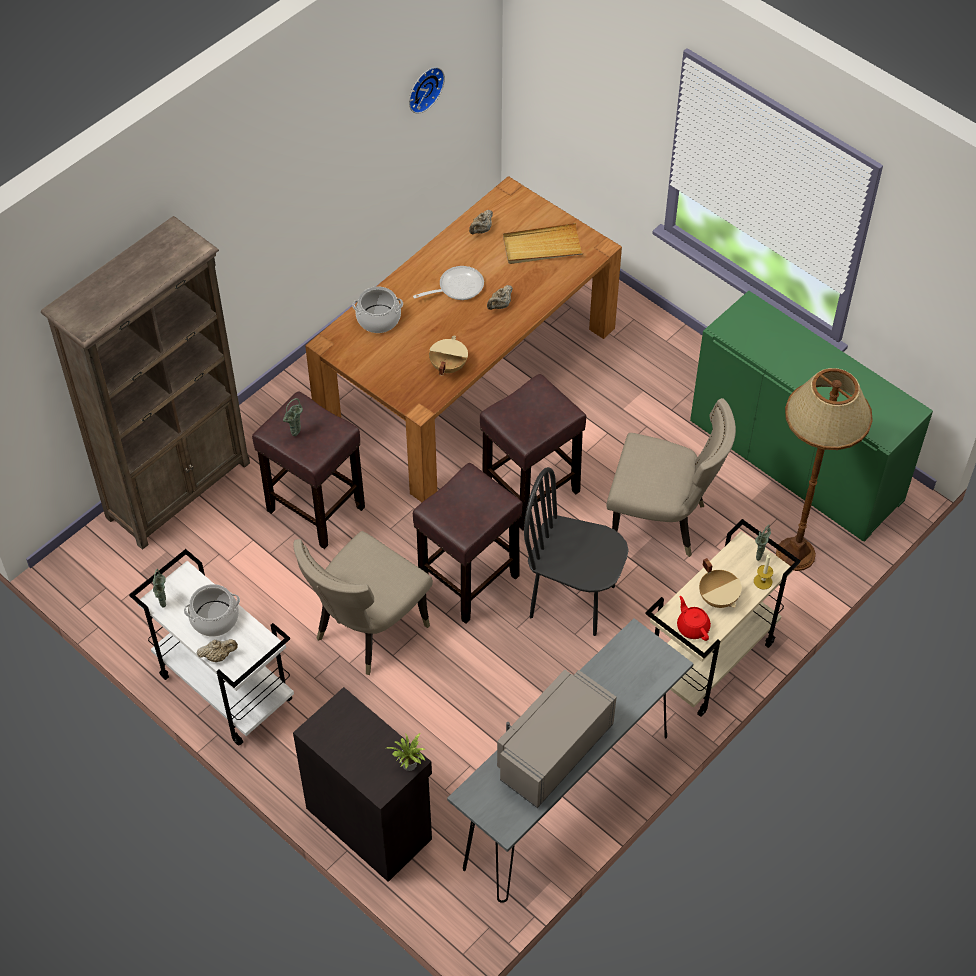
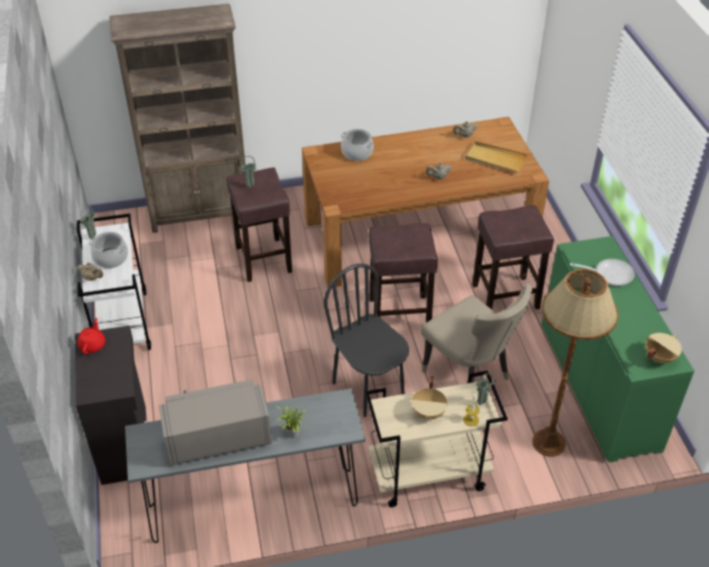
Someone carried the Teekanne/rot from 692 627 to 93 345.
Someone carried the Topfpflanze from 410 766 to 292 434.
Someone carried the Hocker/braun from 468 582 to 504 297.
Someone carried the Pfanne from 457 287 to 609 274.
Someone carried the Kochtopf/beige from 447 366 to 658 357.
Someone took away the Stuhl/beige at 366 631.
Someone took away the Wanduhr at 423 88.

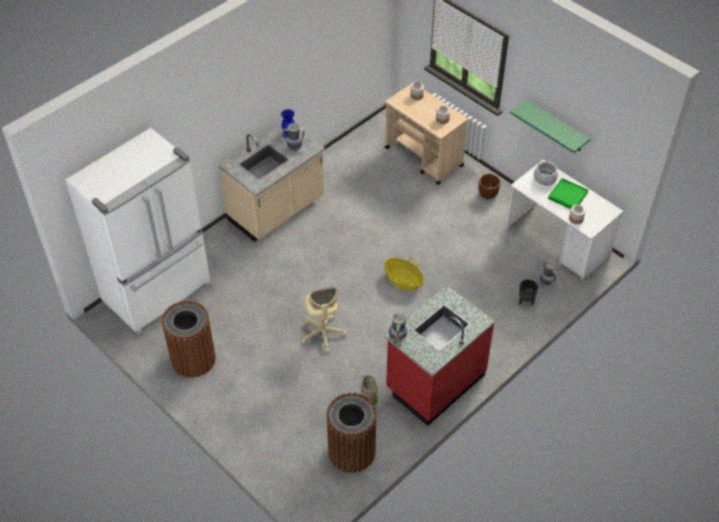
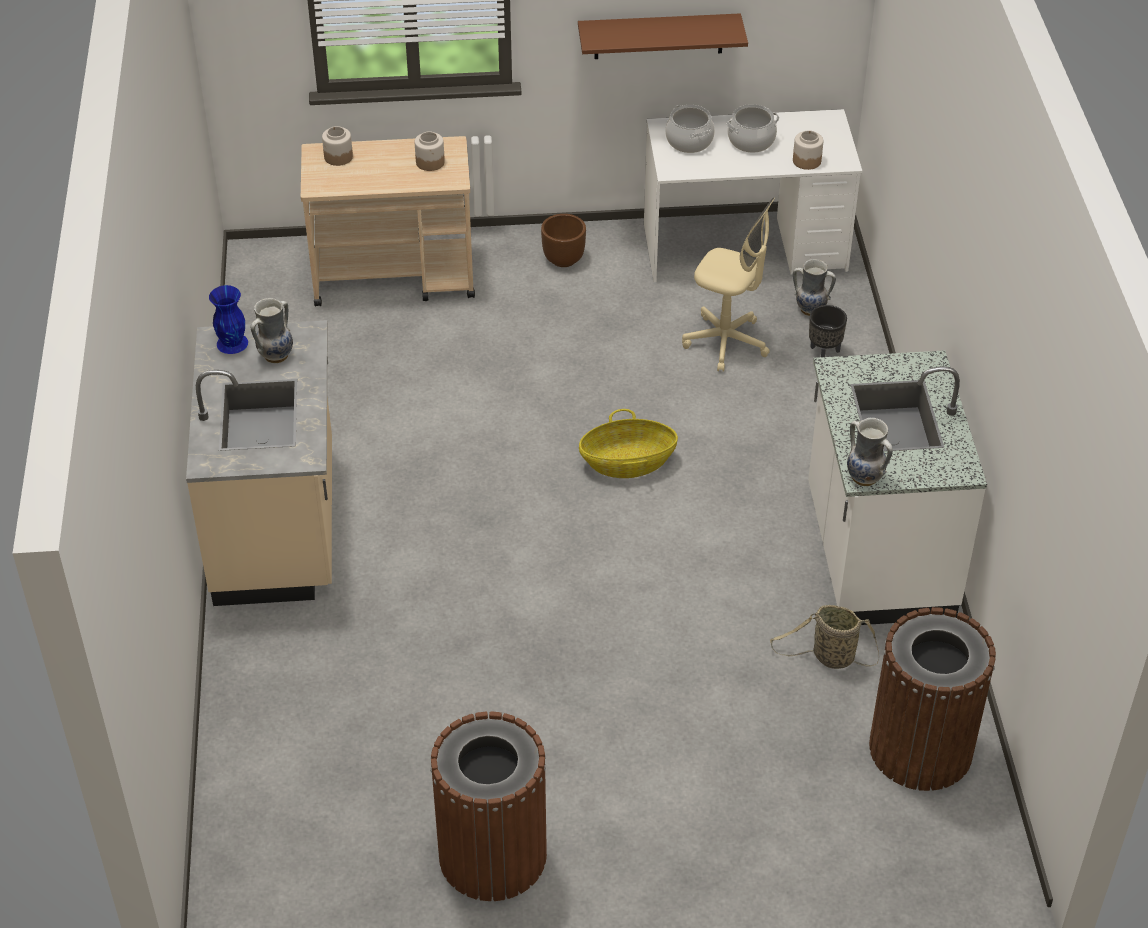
Someone repainted the Wandregal/grün at 556 126, which became the Wandregal/braun at 658 36.
Someone carried the Bürostuhl/beige from 323 334 to 726 342.
Someone swapped the Tablett/grün at 568 195 for the Kochtopf at 751 140.
Someone repainted the Küchenzeile/rot at 434 382, which became the Küchenzeile/weiß at 876 555.
Someone took away the Kühlschrank/weiß at 159 295.

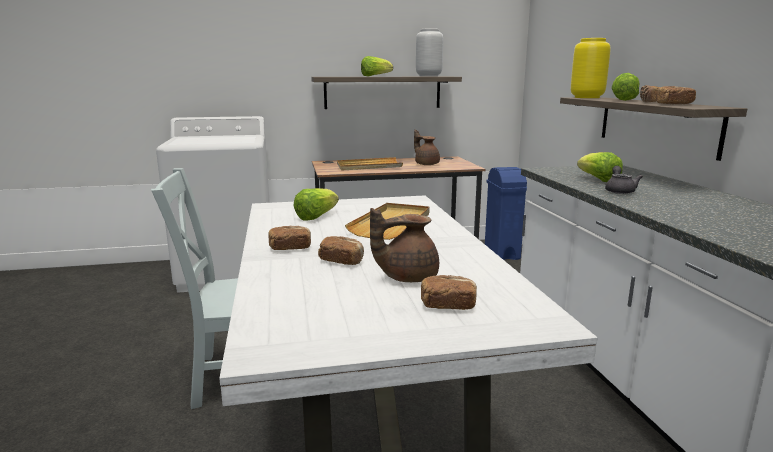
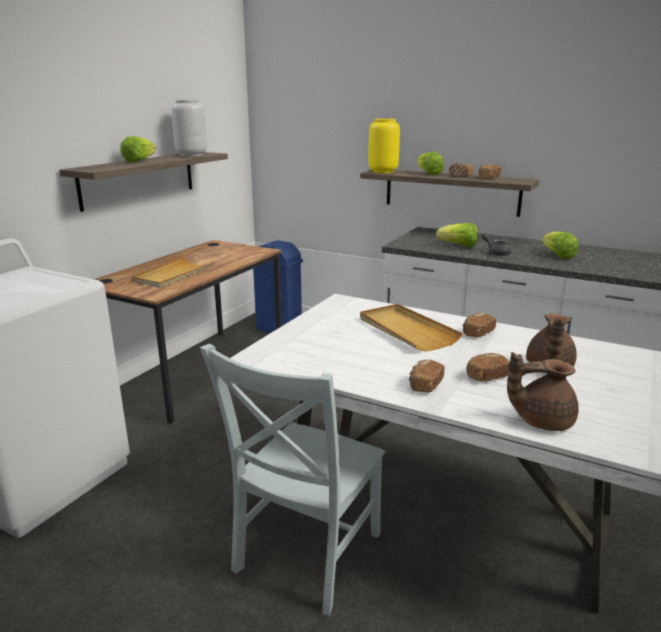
Someone carried the Brot from 448 305 to 477 333.
Someone carried the Teekanne/braun from 426 164 to 541 420.
Someone carried the Salatkopf from 316 217 to 557 256.

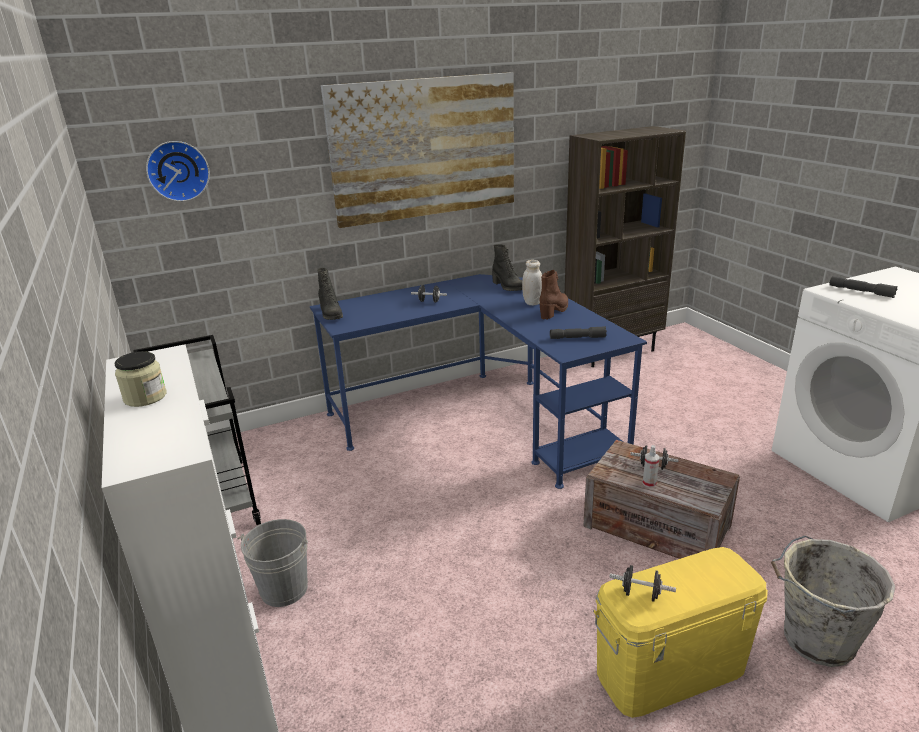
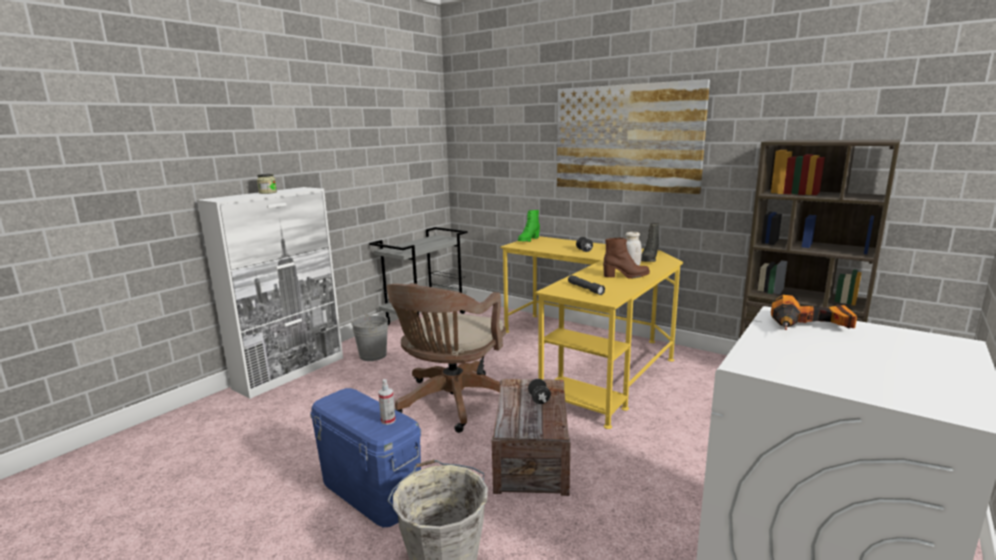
Someone repainted the Aufbewahrungsbox/gelb at 670 671, which became the Aufbewahrungsbox/blau at 370 491.
Someone carried the Sprühflasche from 649 483 to 388 420.
Someone put down the Bürostuhl/braun at 451 404.
Someone repainted the Schreibtisch/blau at 480 418, which became the Schreibtisch/gelb at 591 356.
Someone repainted the Stiefel/schwarz at 330 314, which became the Stiefel/grün at 528 240.
Someone swapped the Taschenlampe/grau at 861 291 for the Bohrmaschine at 810 327.
Someone took away the Wanduhr at 178 171.
Someone took away the Hantel/schwarz at 641 594.

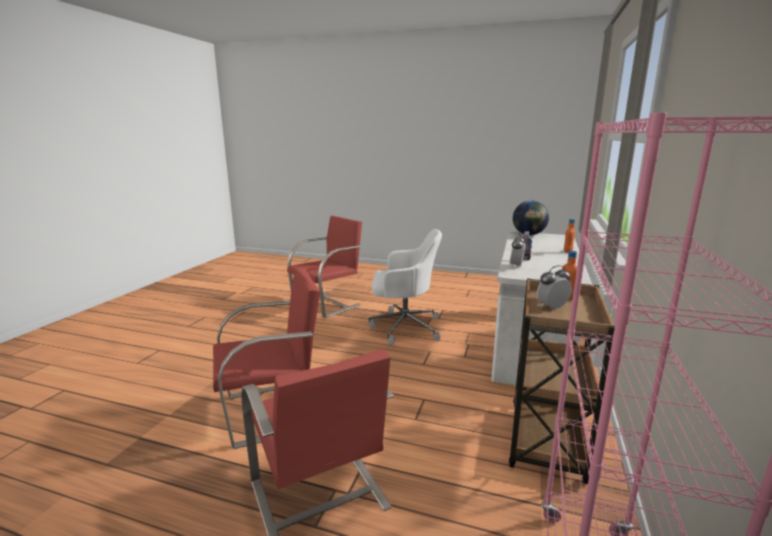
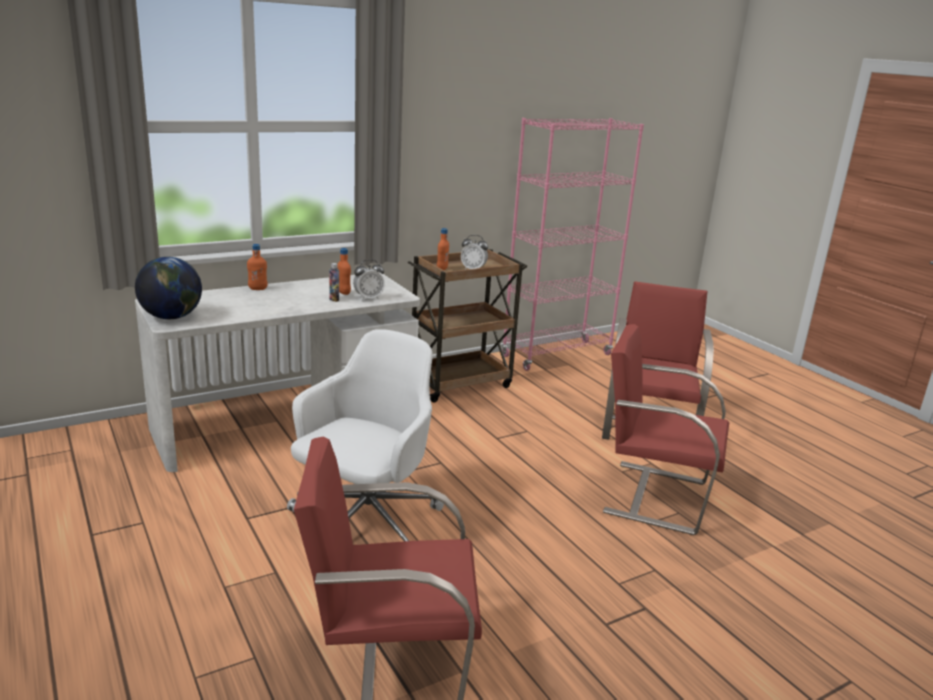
Someone rotated the Bürostuhl/weiß at 403 327 by 75 degrees clockwise.
Someone put down the Flasche/orange at 343 292.

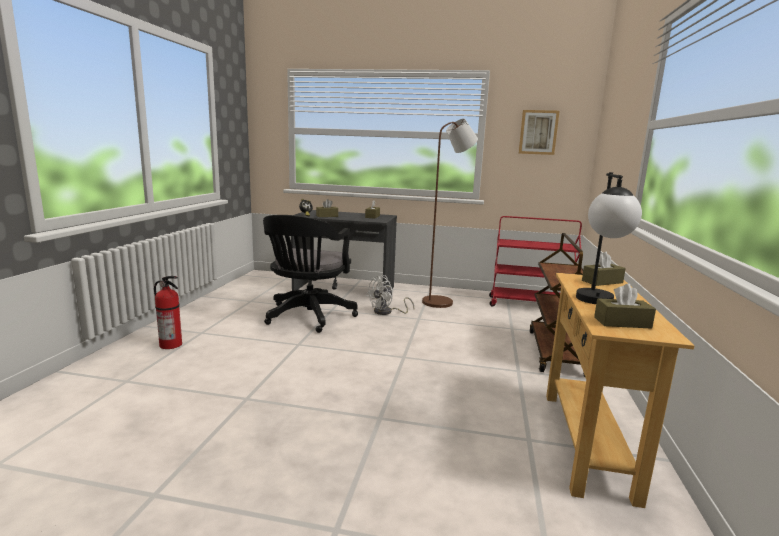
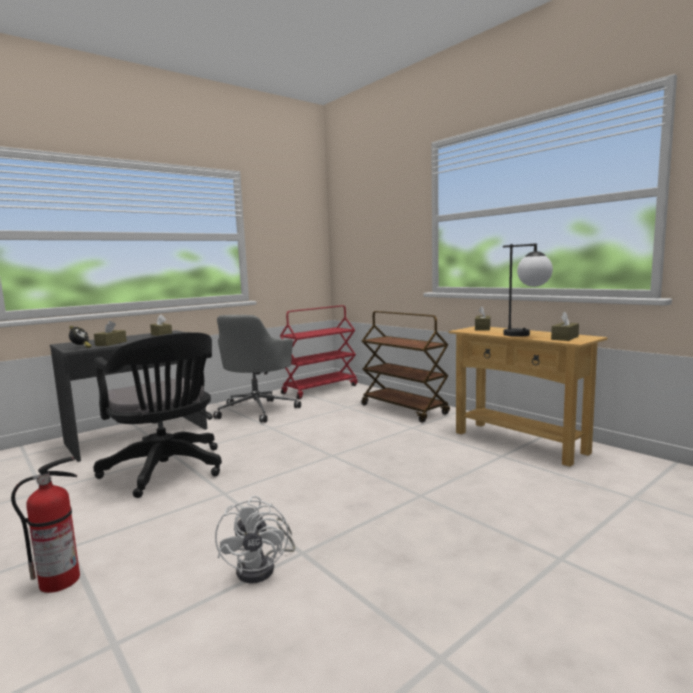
Someone swapped the Stehlampe/braun at 442 302 for the Bürostuhl/grau at 257 410.
Someone carried the Ventilator/weiß from 387 312 to 263 567.
Someone took away the Bild at 538 132.

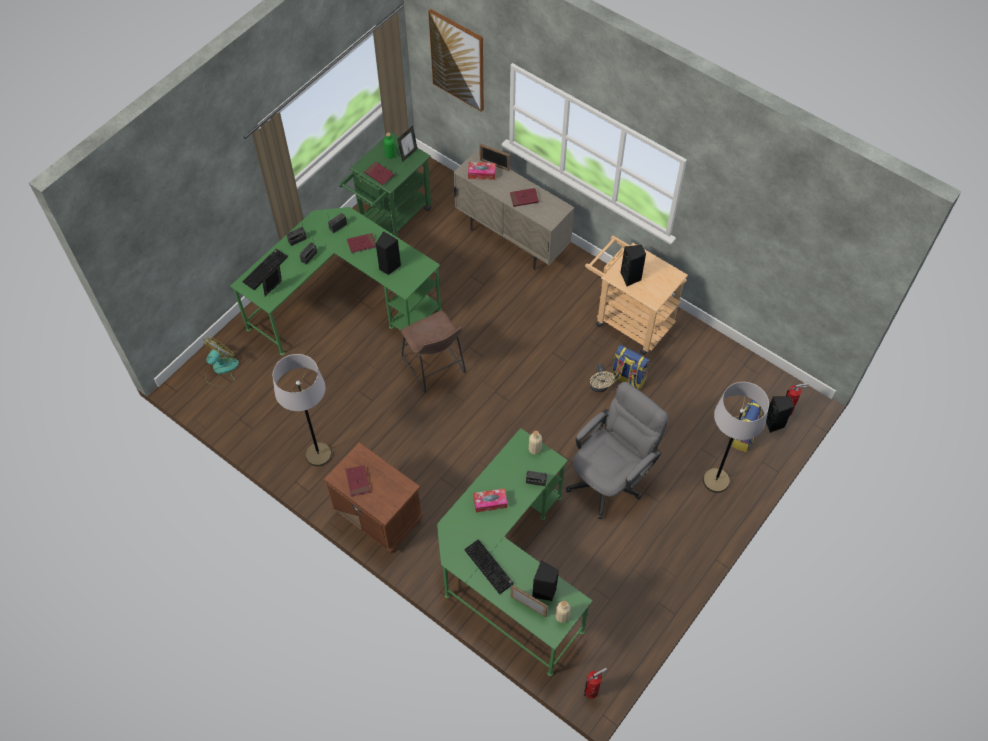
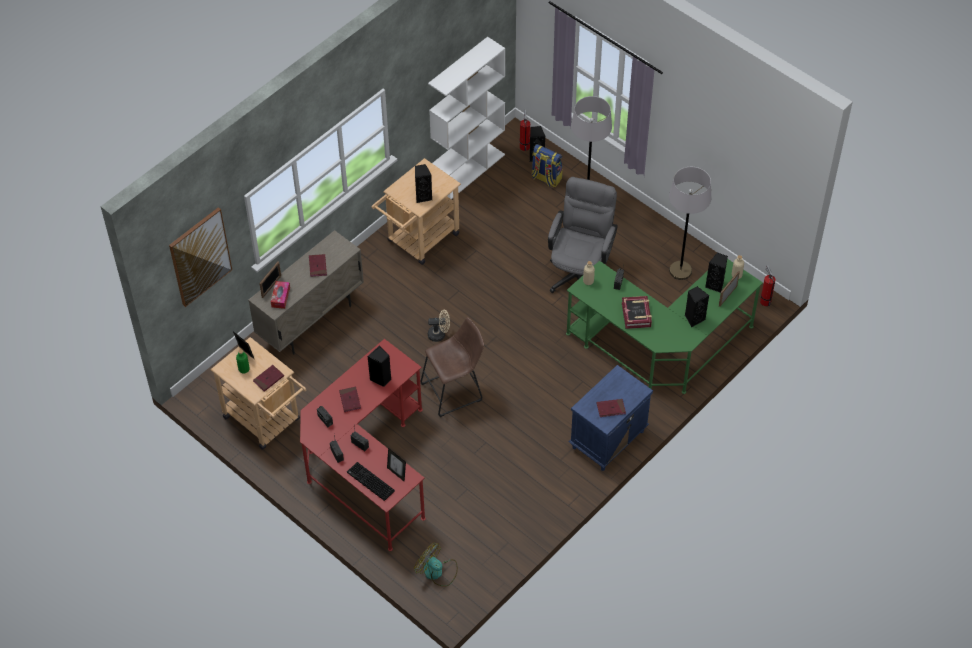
Someone repainted the Rollwagen/grün at 391 218, which became the Rollwagen/beige at 266 421.
Someone repainted the Schreibtisch/grün at 343 301, which became the Schreibtisch/rot at 366 465.
Someone put down the Bücherregal/weiß at 469 171.
Someone carried the Ventilator/beige from 599 387 to 439 334.
Someone rotated the Bürostuhl/grau at 610 478 by 60 degrees clockwise.
Someone repainted the Nachttisch/braun at 378 516, which became the Nachttisch/blau at 608 440.
Someone swapped the Taschentuchbox at 490 502 for the Buch at 636 315.
Someone carried the Stehlampe/grau from 318 454 to 680 271.
Someone swapped the Tastatur at 490 566 for the Lautsprecher/schwarz at 694 318.
Someone took away the Rucksack at 627 379.

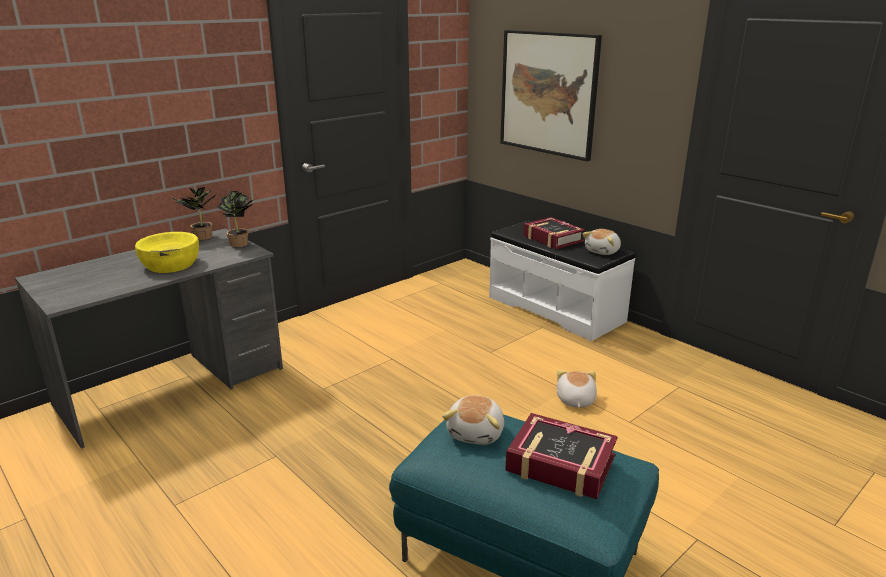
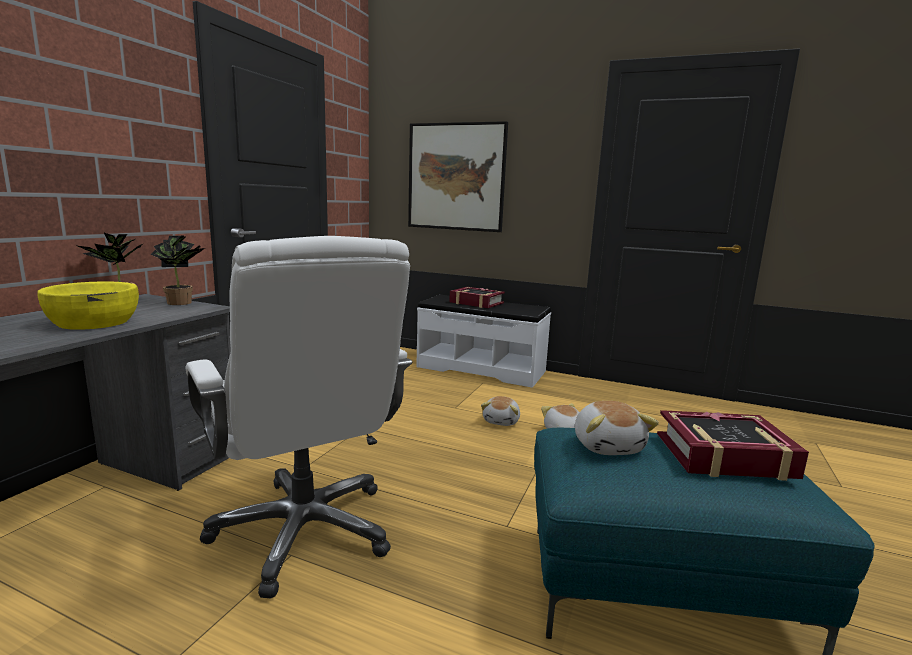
Someone put down the Bürostuhl/weiß at 305 530.
Someone carried the Plüschtier from 603 251 to 502 421.

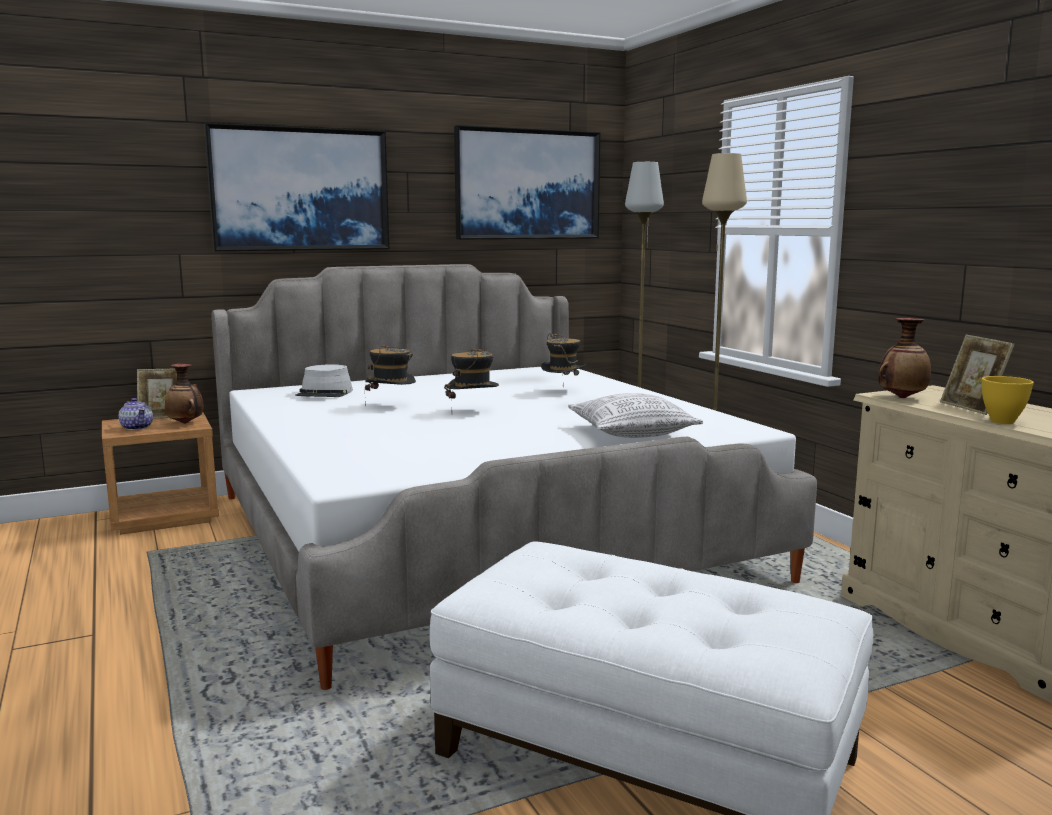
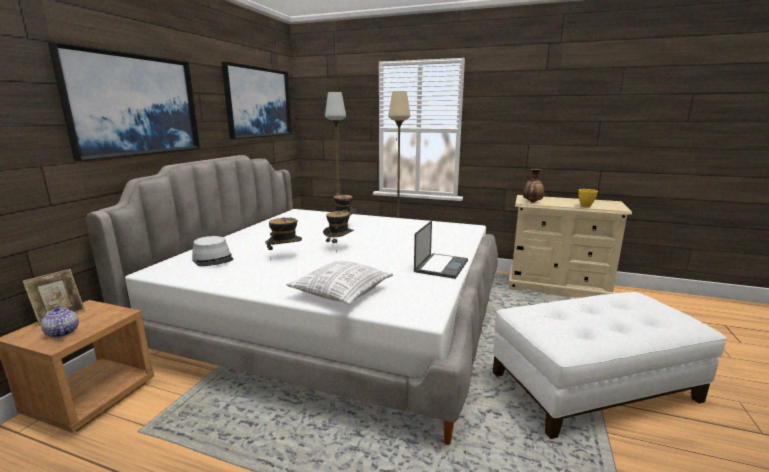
Someone rotated the Teekanne at 137 427 by 135 degrees counterclockwise.
Someone carried the Kissen from 632 433 to 342 293.
Someone put down the Laptop at 441 265.
Someone took away the Vase at 186 423.
Someone took away the Bilderrahmen at 972 408.

